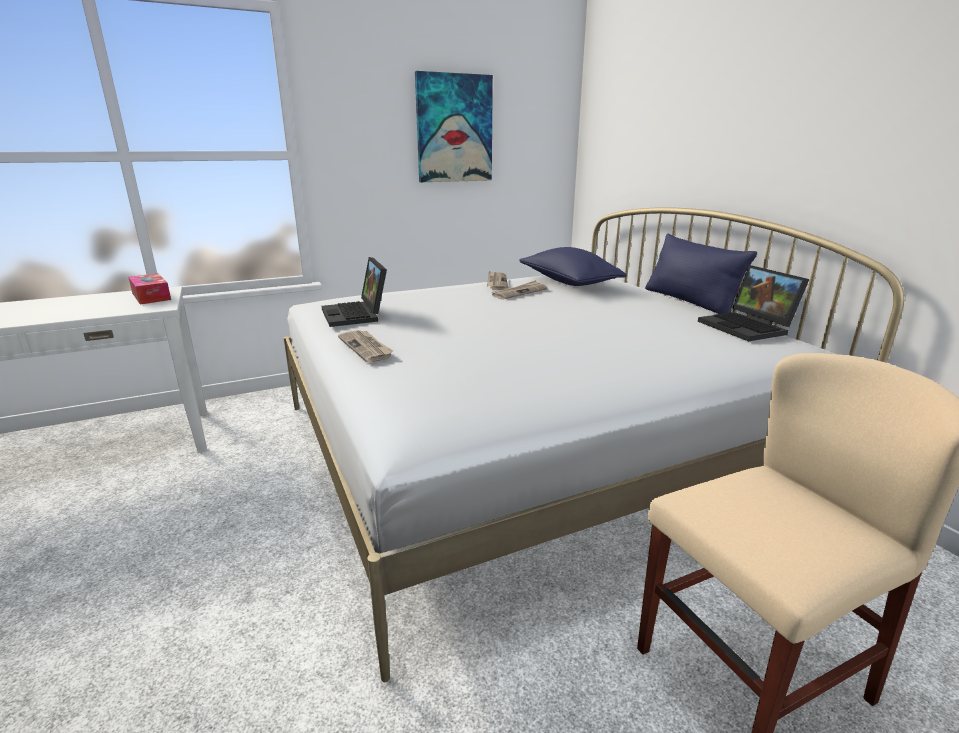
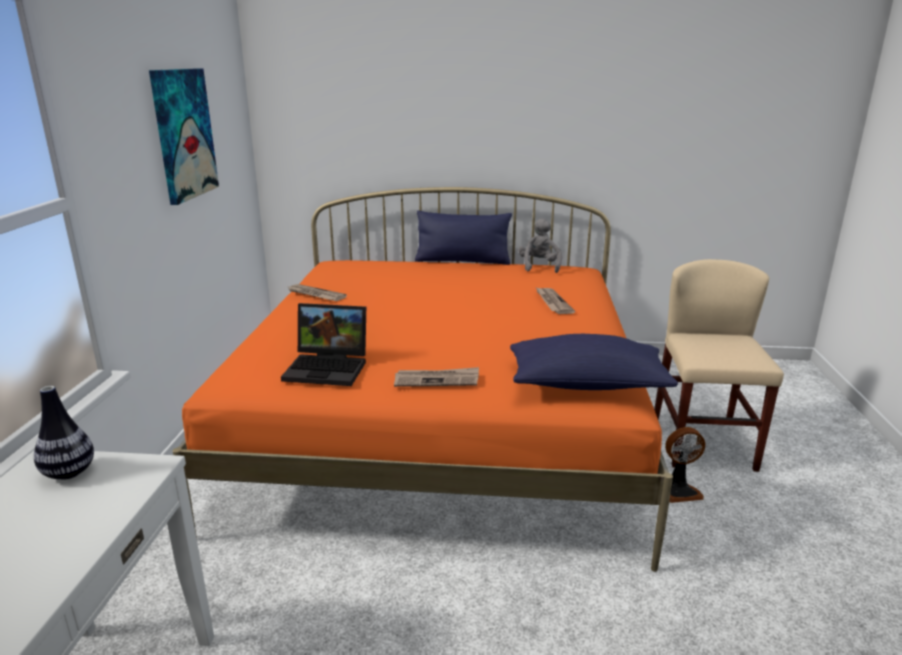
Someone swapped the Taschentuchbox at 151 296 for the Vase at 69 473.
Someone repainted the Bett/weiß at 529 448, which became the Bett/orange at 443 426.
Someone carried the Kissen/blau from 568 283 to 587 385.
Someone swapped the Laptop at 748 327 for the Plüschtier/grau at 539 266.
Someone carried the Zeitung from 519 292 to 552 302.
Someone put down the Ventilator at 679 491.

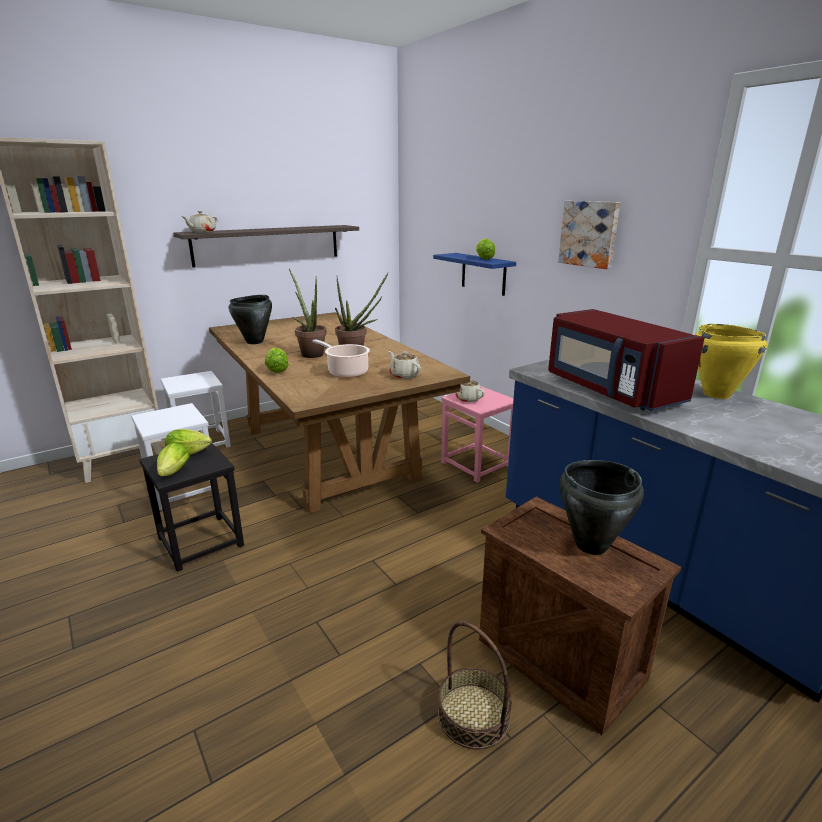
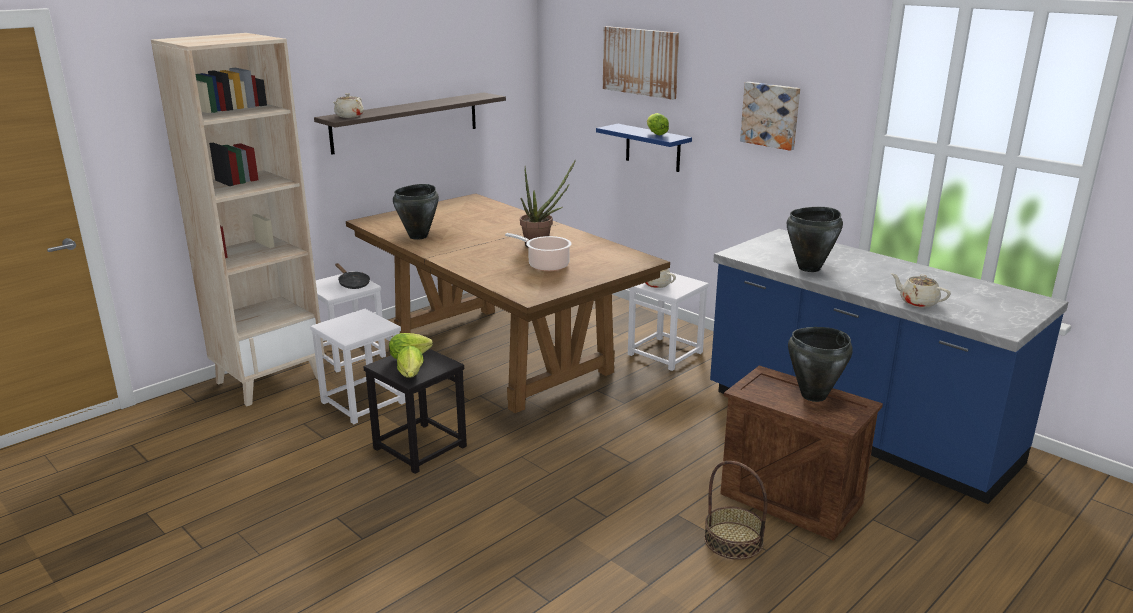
Someone put down the Pfanne/schwarz at 352 283.
Someone put up the Bild at 640 61.
Someone repainted the Hocker/rosa at 477 464, which became the Hocker/weiß at 665 353.
Someone swapped the Mikrowelle/rot at 610 390 for the Kochtopf/schwarz at 810 268.
Someone carried the Teekanne/beige from 404 375 to 917 302.
Someone took away the Salatkopf at 277 370.
Someone took away the Topfpflanze at 310 353.
Someone took away the Kochtopf/gelb at 716 394.

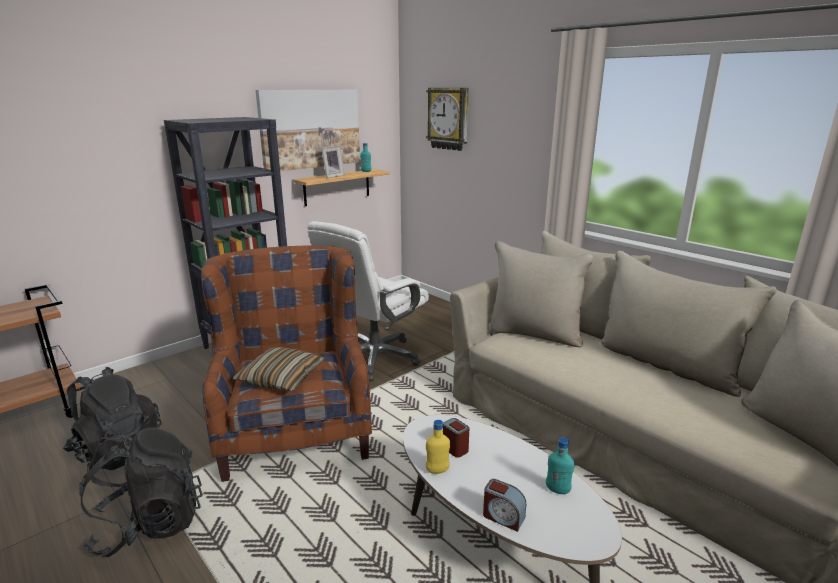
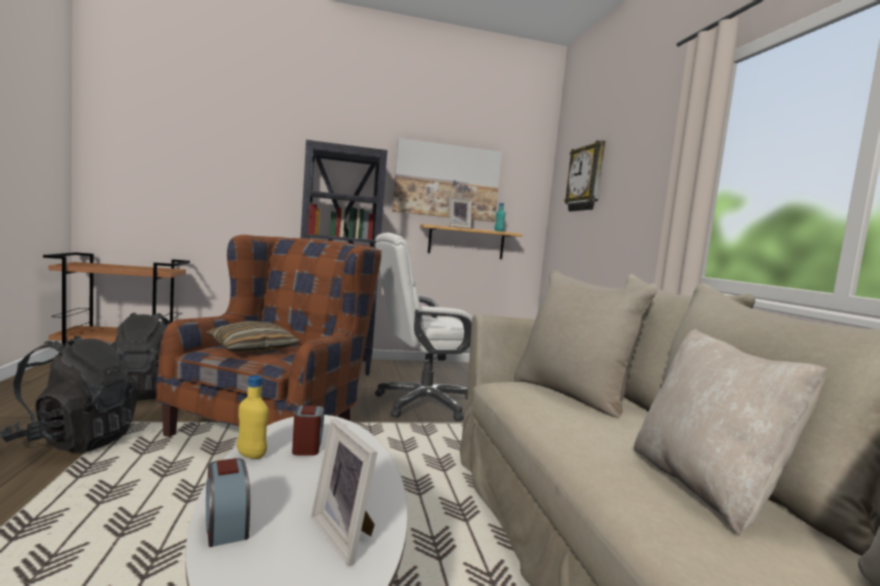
Someone swapped the Flasche/türkis at 557 490 for the Bilderrahmen at 346 534.
Someone put down the Kissen/beige at 704 487.

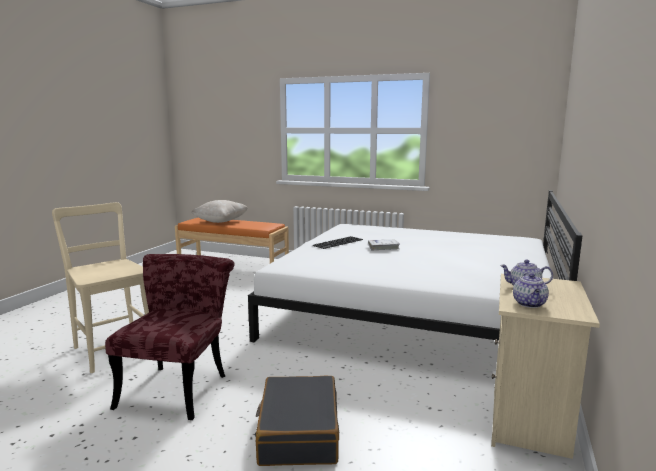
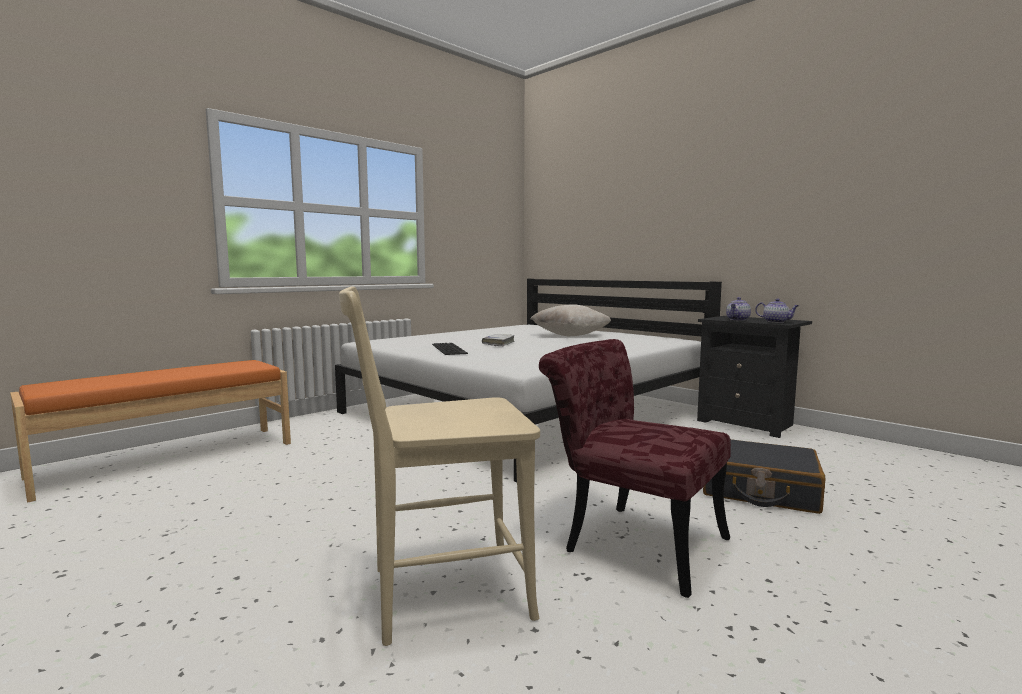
Someone carried the Kissen/beige from 221 222 to 570 335.
Someone repainted the Nachttisch/beige at 530 423, which became the Nachttisch/schwarz at 748 423.

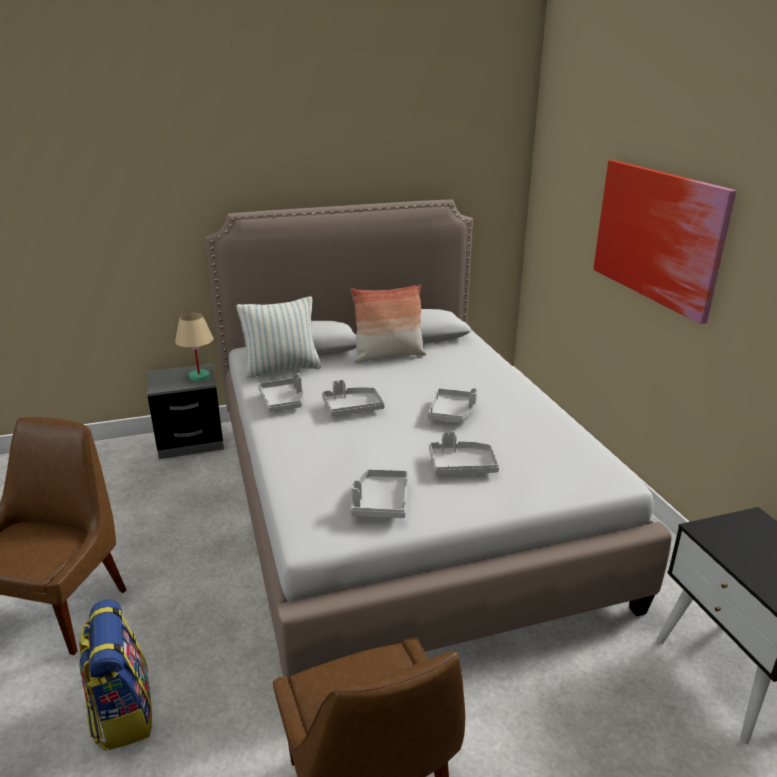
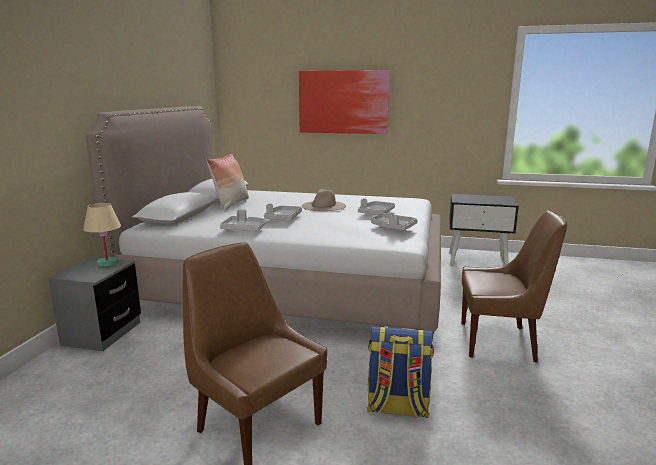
Someone swapped the Tablett/grau at 453 413 for the Hut/beige at 323 206.
Someone took away the Kissen at 282 369.

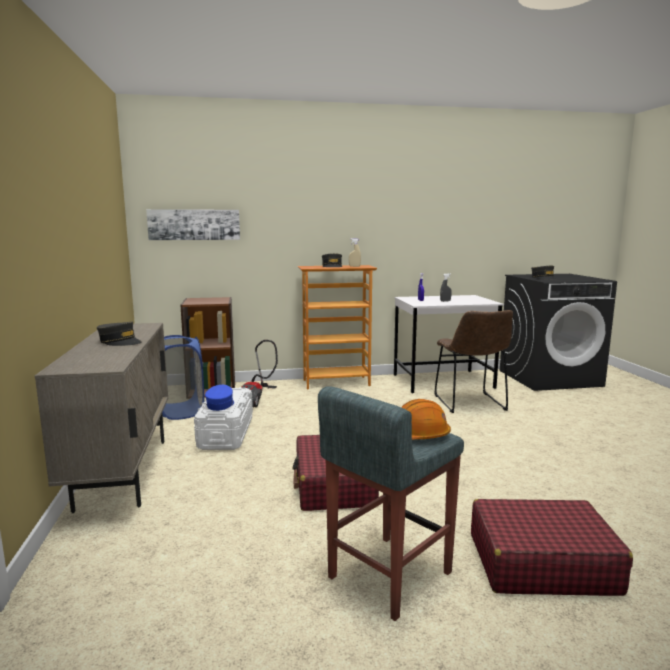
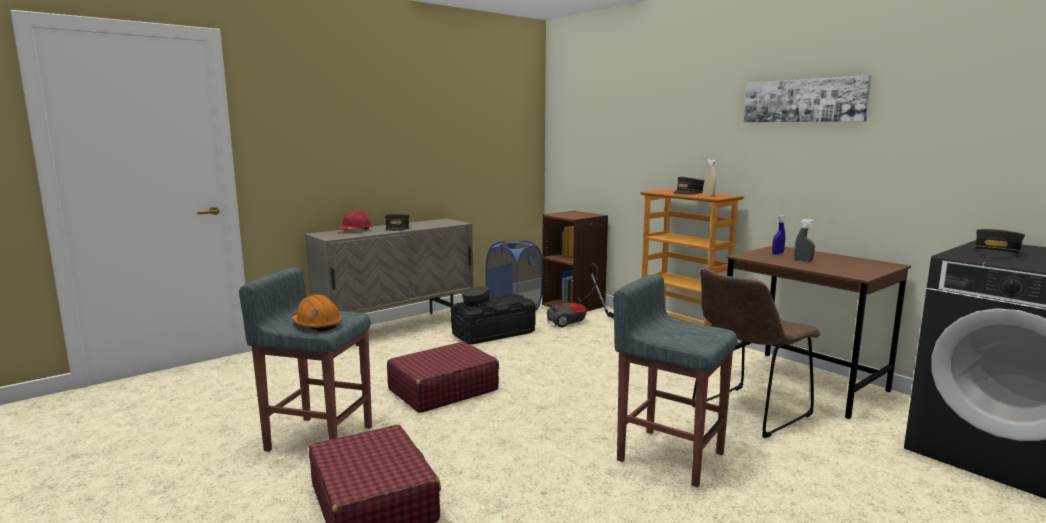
Someone put down the Schutzhelm/rot at 355 230.
Someone repainted the Aufbewahrungsbox/weiß at 226 433, which became the Aufbewahrungsbox/schwarz at 494 333.
Someone repainted the Kappe/blau at 220 404, which became the Kappe/grau at 479 303.
Someone put down the Hocker/grau at 669 456.
Someone repainted the Schreibtisch/weiß at 443 381, which became the Schreibtisch/braun at 803 383.
Someone carried the Bild from 194 224 to 804 100.

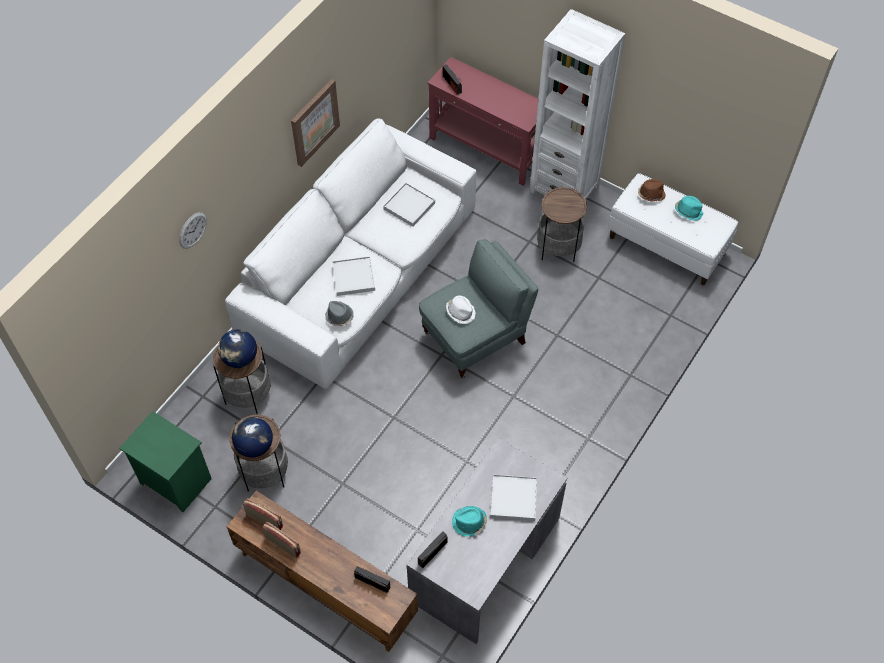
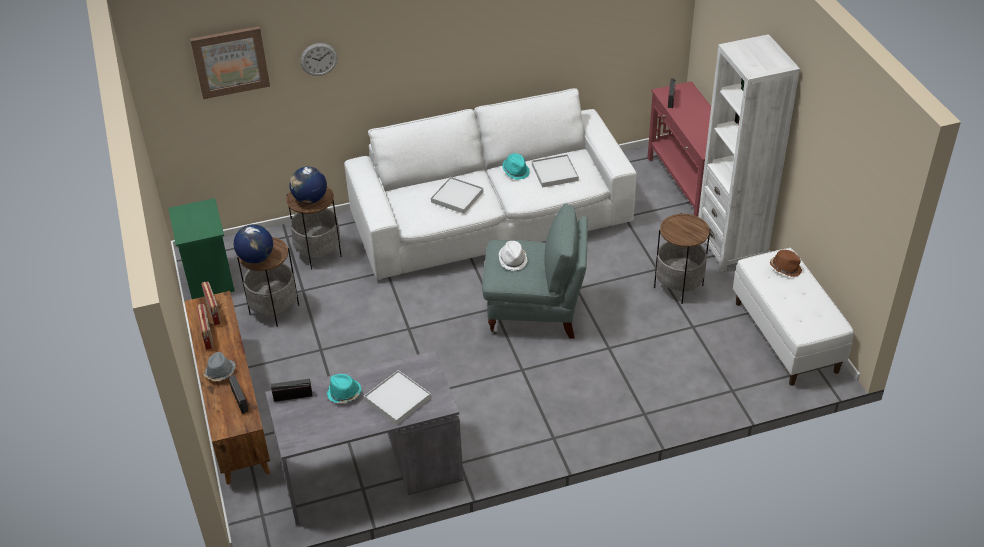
Someone carried the Bild from 314 122 to 230 61.
Someone carried the Hut/grau from 339 316 to 220 372.
Someone carried the Hut/türkis from 688 211 to 516 171.

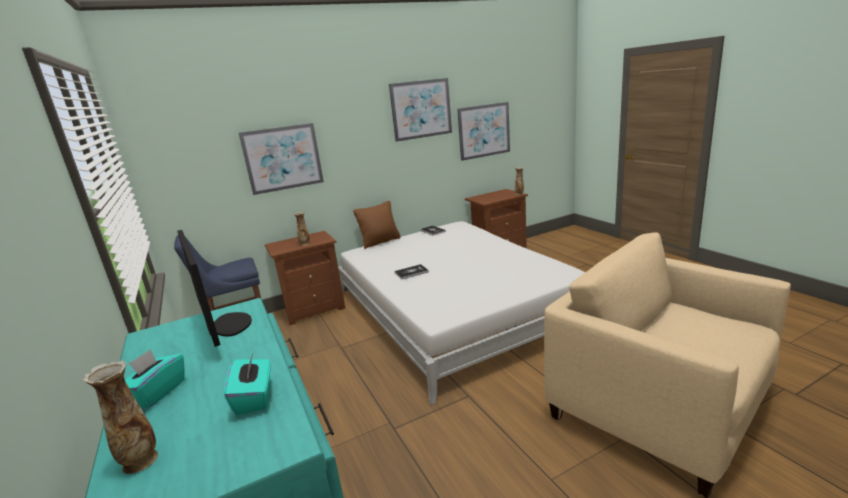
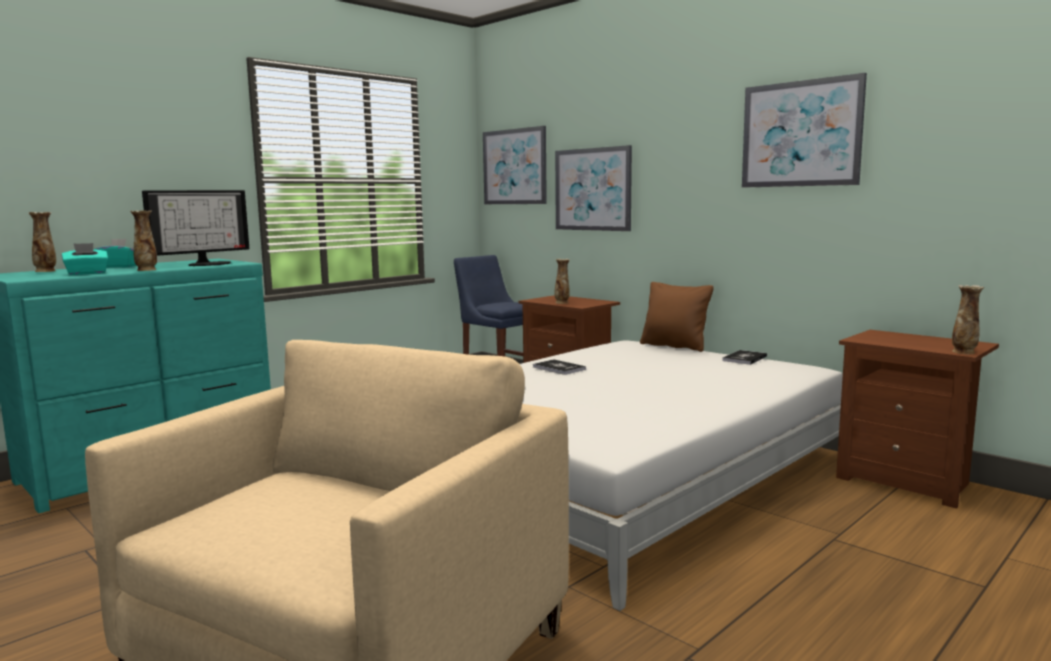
Someone put down the Vase at 147 270.
Someone carried the Bild from 484 131 to 514 167.

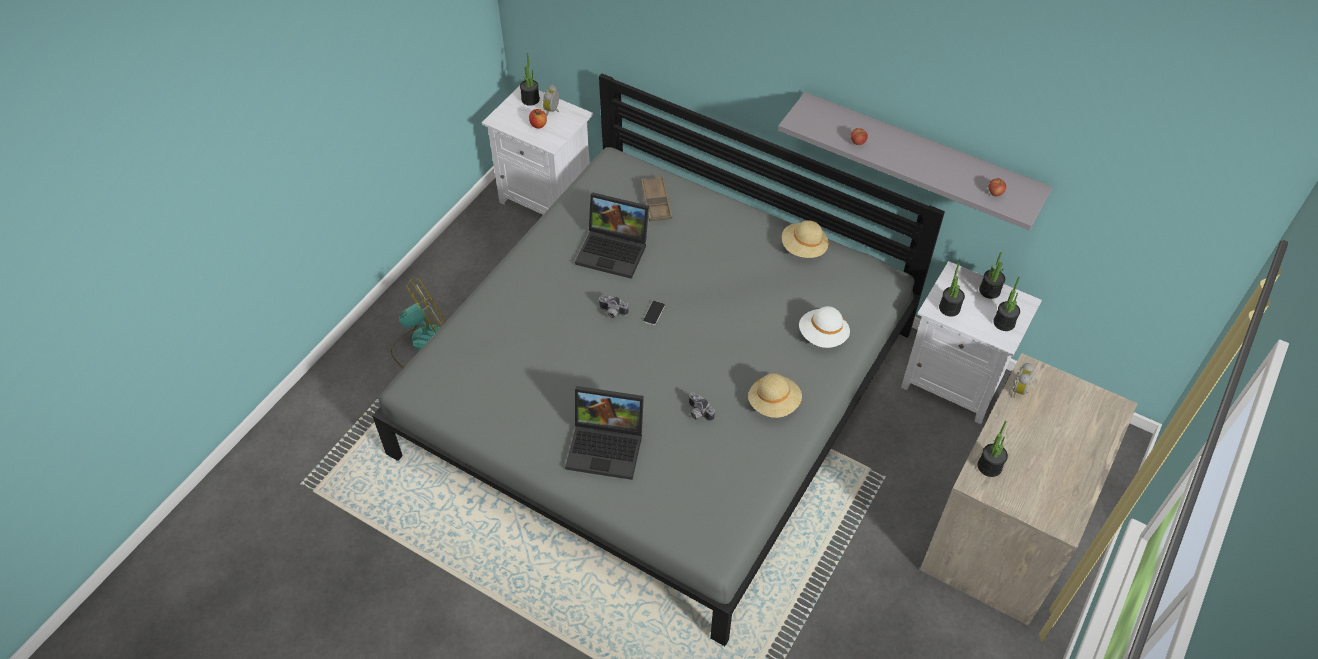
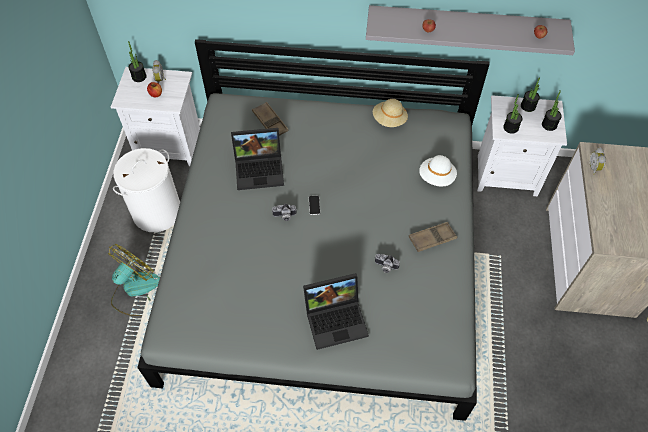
Someone put down the Wäschekorb/weiß at 157 211.
Someone swapped the Hut/beige at 774 403 for the Tablett/braun at 432 238.
Someone took away the Topfpflanze at 989 466.

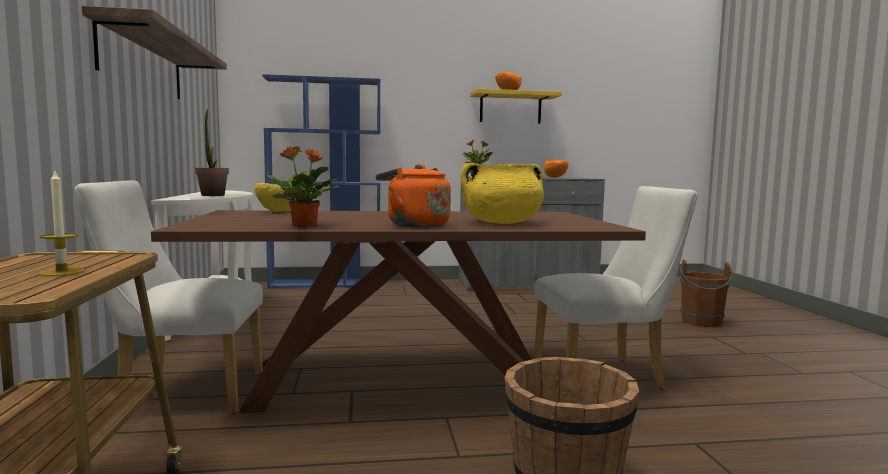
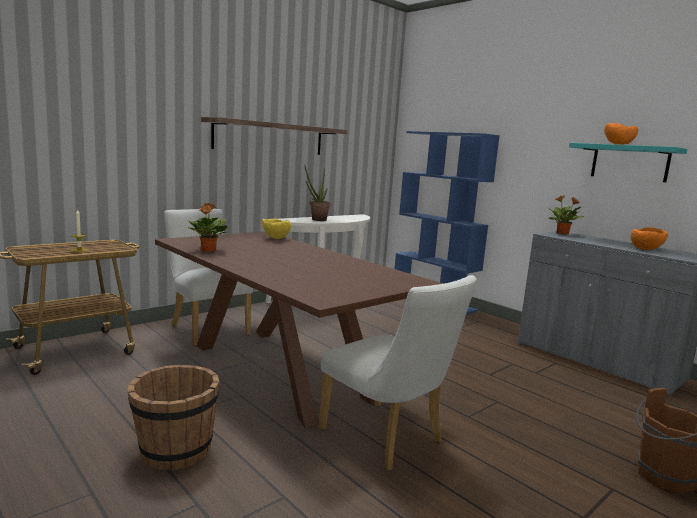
Someone repainted the Wandregal/gelb at 510 108, which became the Wandregal/türkis at 629 162.
Someone took away the Wasserkessel/orange at 414 225.
Someone took away the Kochtopf/gelb at 501 223.

